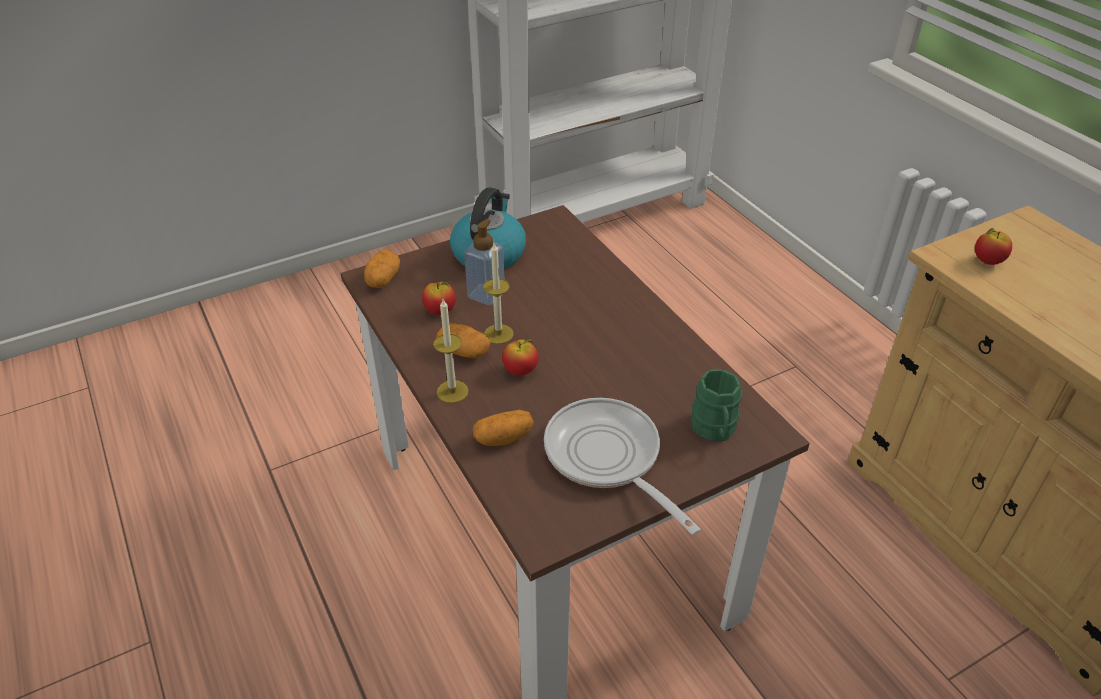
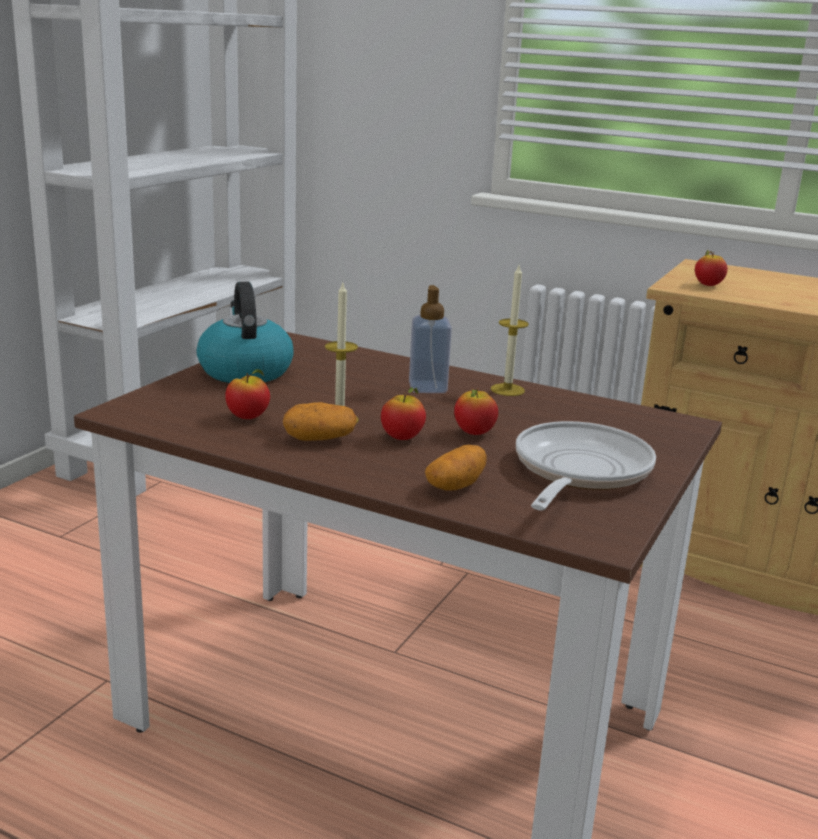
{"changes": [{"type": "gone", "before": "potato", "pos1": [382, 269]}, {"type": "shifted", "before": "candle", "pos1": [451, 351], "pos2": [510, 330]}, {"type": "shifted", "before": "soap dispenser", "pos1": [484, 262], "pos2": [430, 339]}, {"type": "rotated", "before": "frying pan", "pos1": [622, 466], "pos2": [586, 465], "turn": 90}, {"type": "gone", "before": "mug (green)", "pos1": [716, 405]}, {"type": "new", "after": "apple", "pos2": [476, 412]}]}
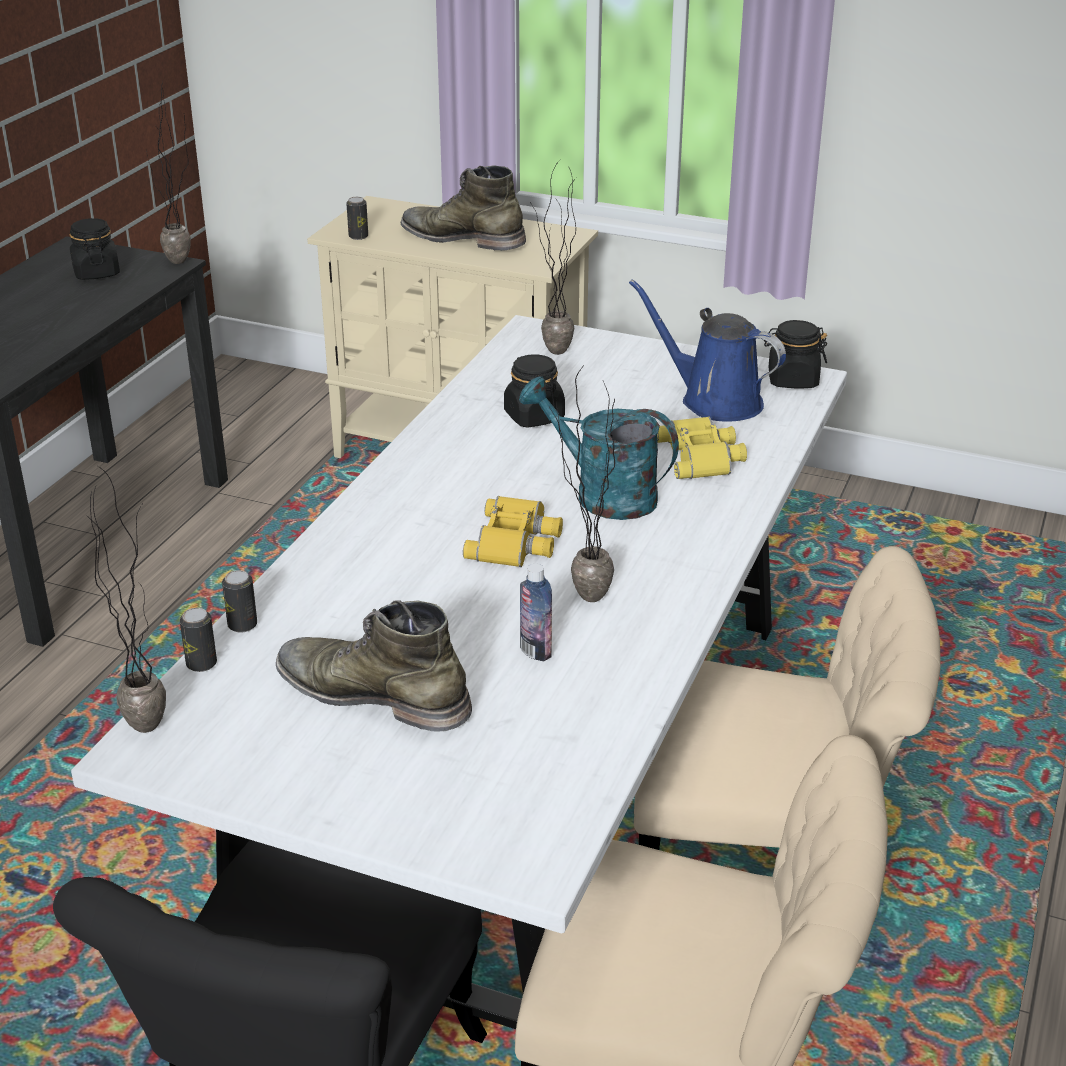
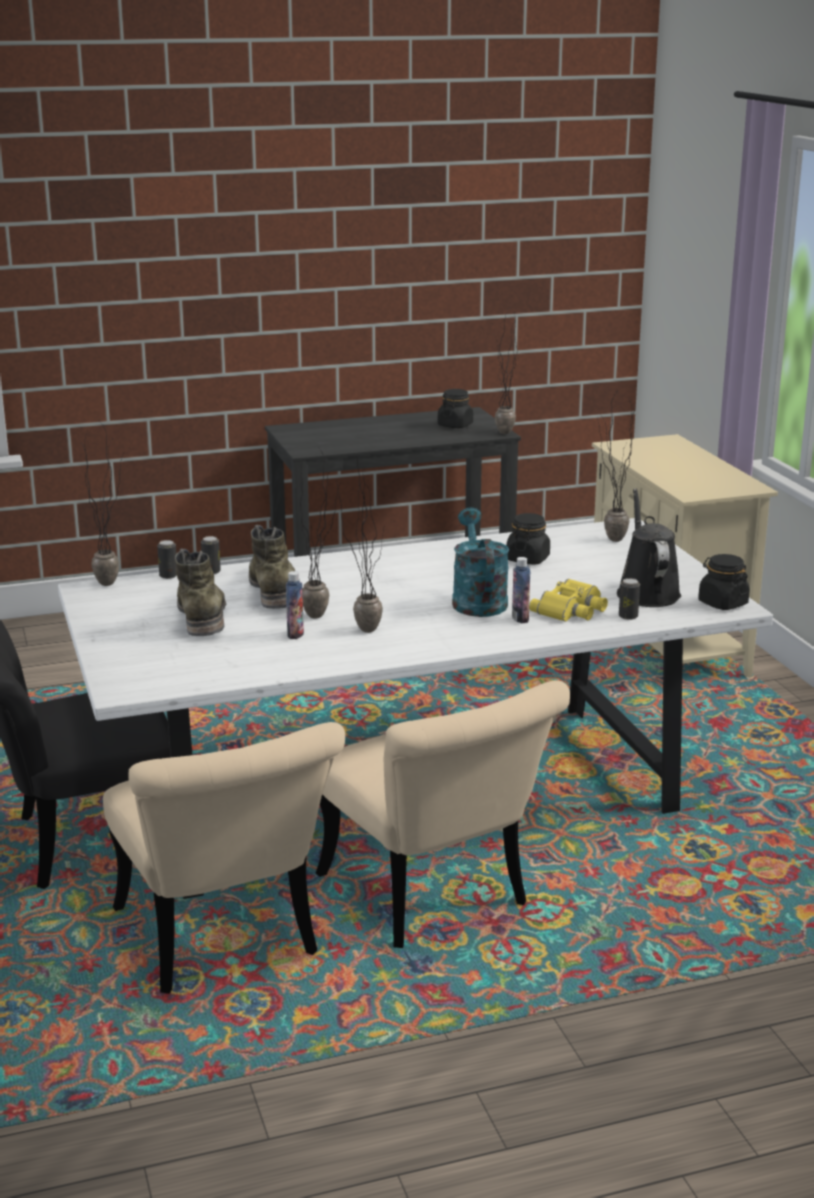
{"changes": [{"type": "shifted", "before": "can", "pos1": [357, 218], "pos2": [629, 599]}, {"type": "shifted", "before": "boot (green)", "pos1": [463, 208], "pos2": [272, 567]}, {"type": "gone", "before": "binoculars (yellow)", "pos1": [513, 531]}, {"type": "repainted", "before": "watering can (blue)", "after": "watering can (black)", "pos1": [707, 350], "pos2": [649, 547]}, {"type": "new", "after": "potted plant", "pos2": [319, 532]}, {"type": "new", "after": "bottle", "pos2": [521, 590]}]}
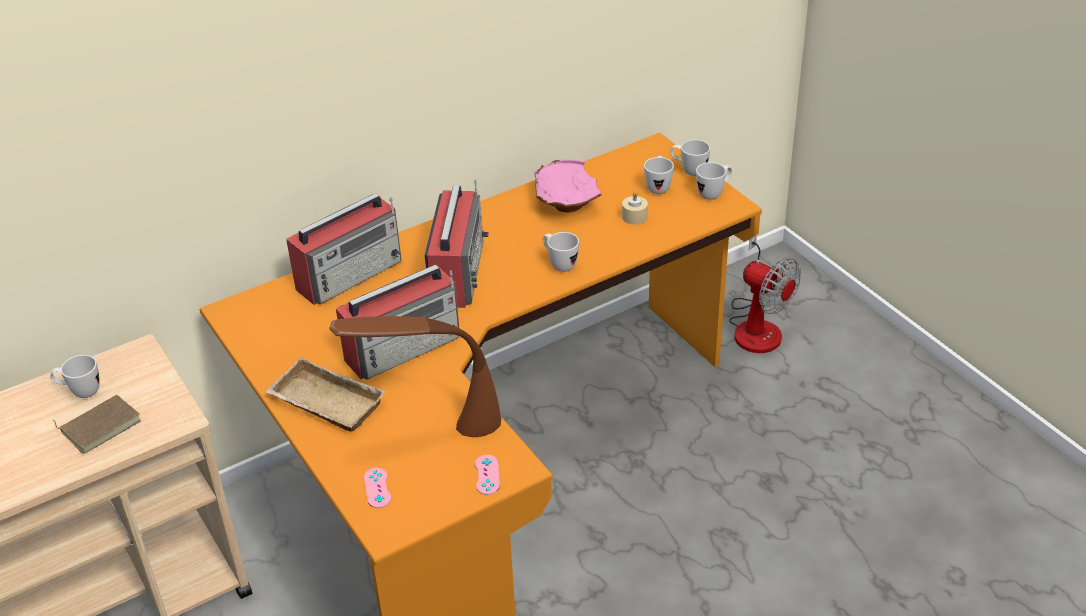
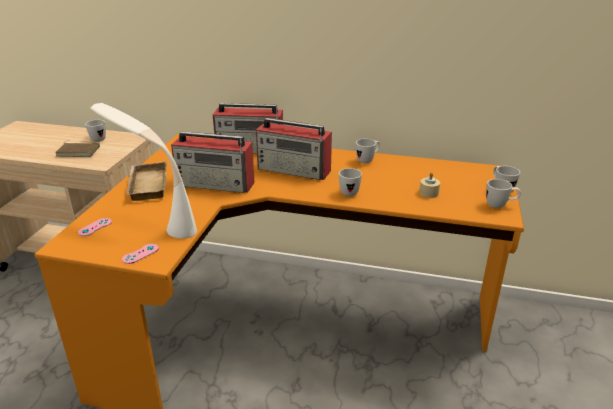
{"changes": [{"type": "repainted", "before": "table lamp (brown)", "after": "table lamp (white)", "pos1": [415, 376], "pos2": [144, 171]}, {"type": "rotated", "before": "radio", "pos1": [457, 243], "pos2": [294, 149], "turn": 60}, {"type": "gone", "before": "bowl (pink)", "pos1": [568, 185]}, {"type": "shifted", "before": "mug (white)", "pos1": [659, 175], "pos2": [368, 150]}, {"type": "gone", "before": "fan", "pos1": [765, 294]}]}
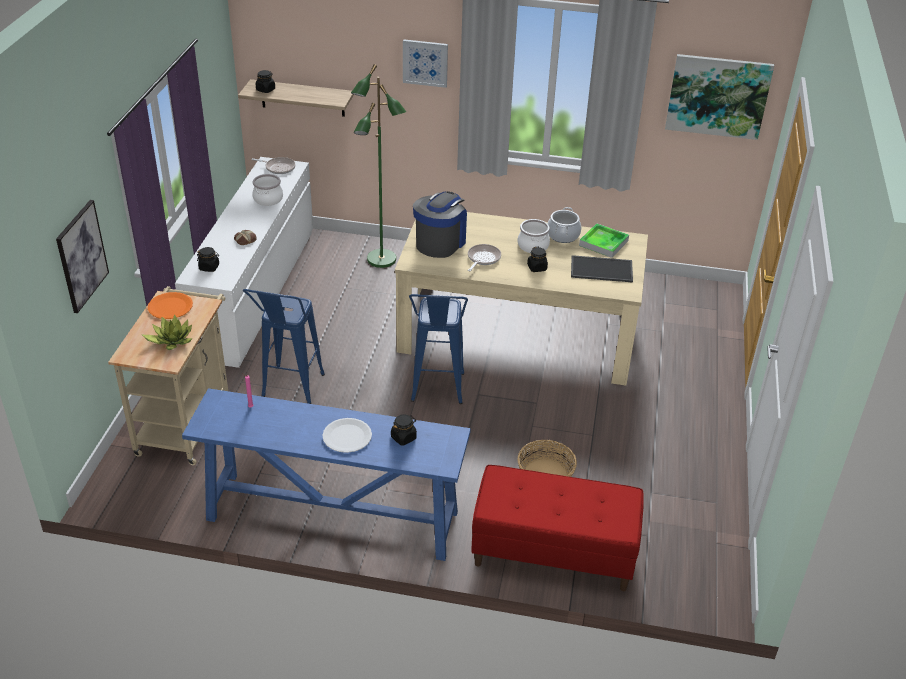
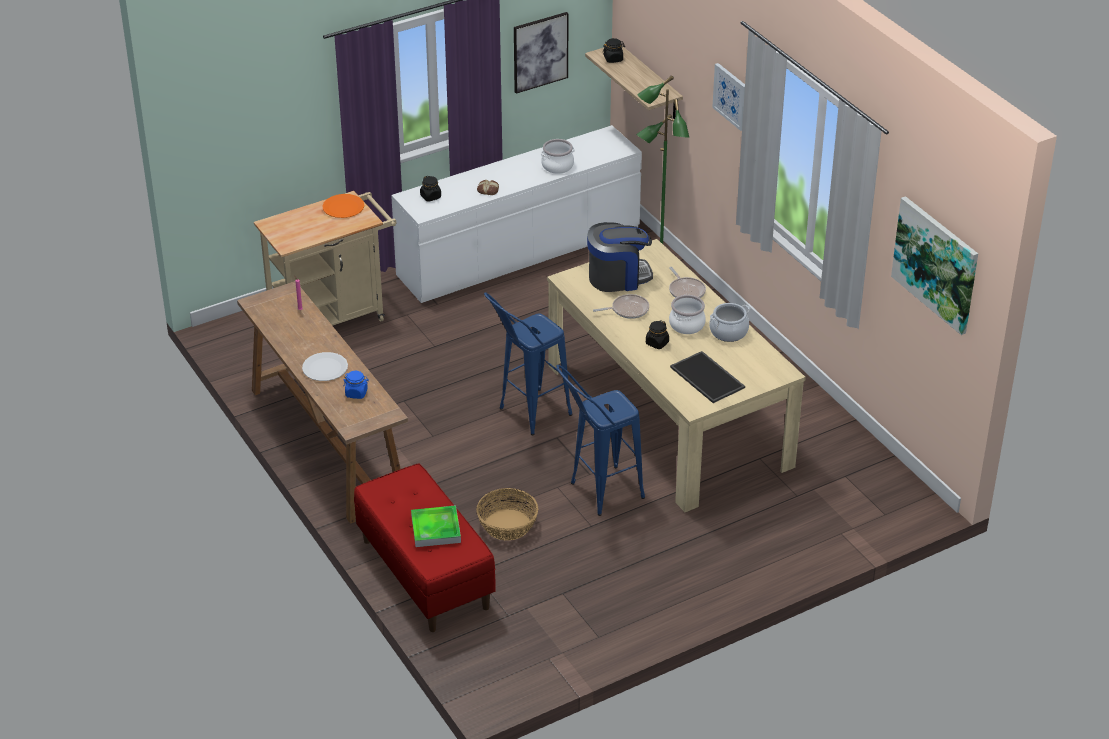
{"changes": [{"type": "shifted", "before": "picture", "pos1": [82, 256], "pos2": [541, 53]}, {"type": "gone", "before": "potted plant", "pos1": [167, 332]}, {"type": "repainted", "before": "console table (blue)", "after": "console table (brown)", "pos1": [326, 474], "pos2": [322, 402]}, {"type": "shifted", "before": "stool (blue)", "pos1": [284, 346], "pos2": [601, 440]}, {"type": "shifted", "before": "frying pan", "pos1": [274, 165], "pos2": [687, 282]}, {"type": "repainted", "before": "jar (black)", "after": "jar (blue)", "pos1": [404, 430], "pos2": [356, 385]}, {"type": "shifted", "before": "tray", "pos1": [604, 240], "pos2": [436, 526]}]}
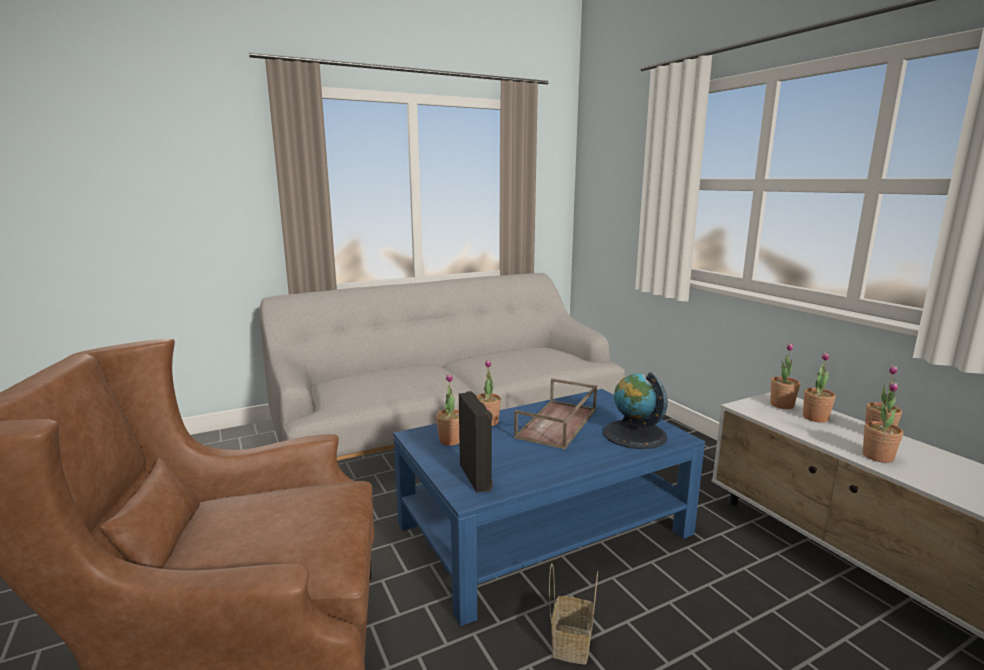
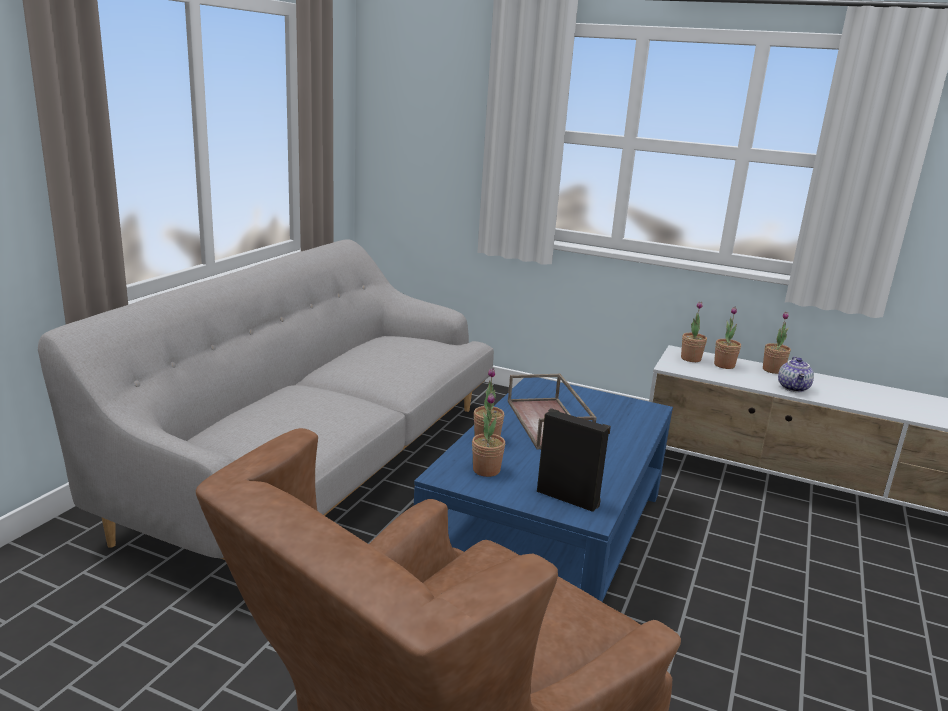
{"changes": [{"type": "gone", "before": "basket", "pos1": [573, 614]}, {"type": "gone", "before": "globe", "pos1": [635, 410]}, {"type": "swapped", "before": "potted plant", "after": "teapot", "pos1": [883, 422], "pos2": [796, 374]}]}
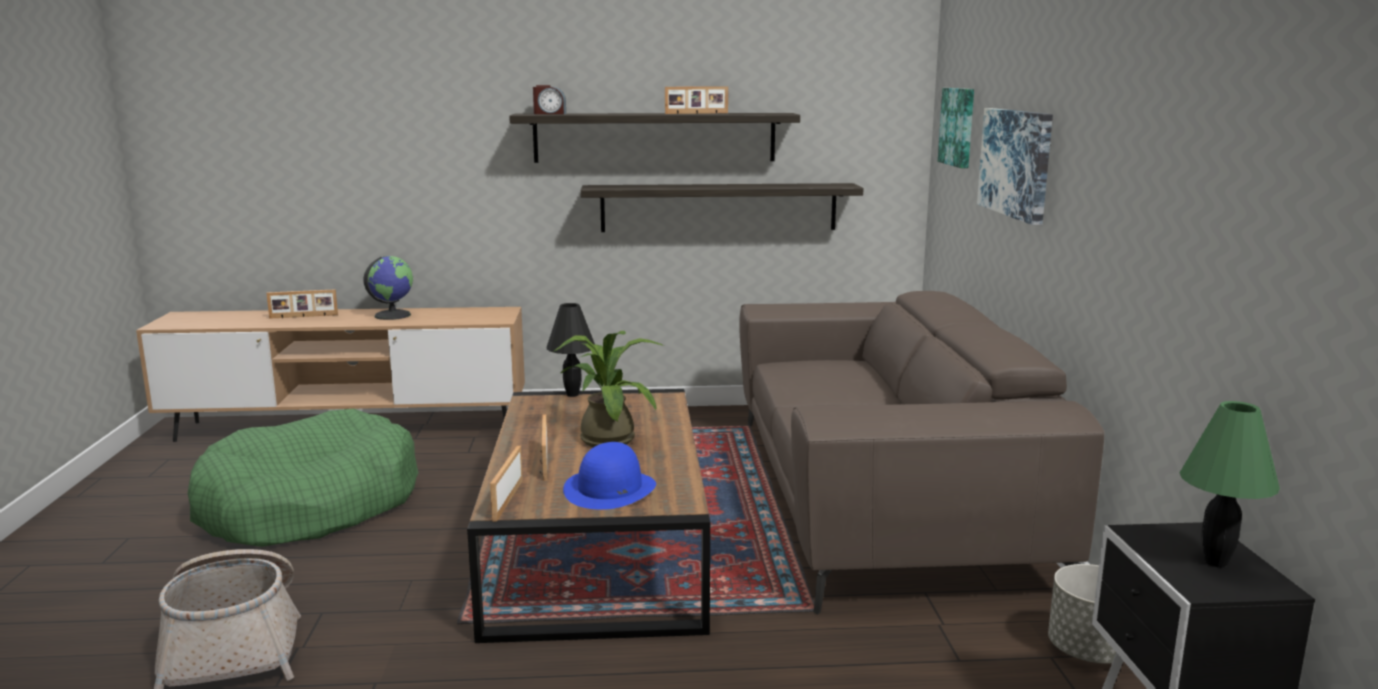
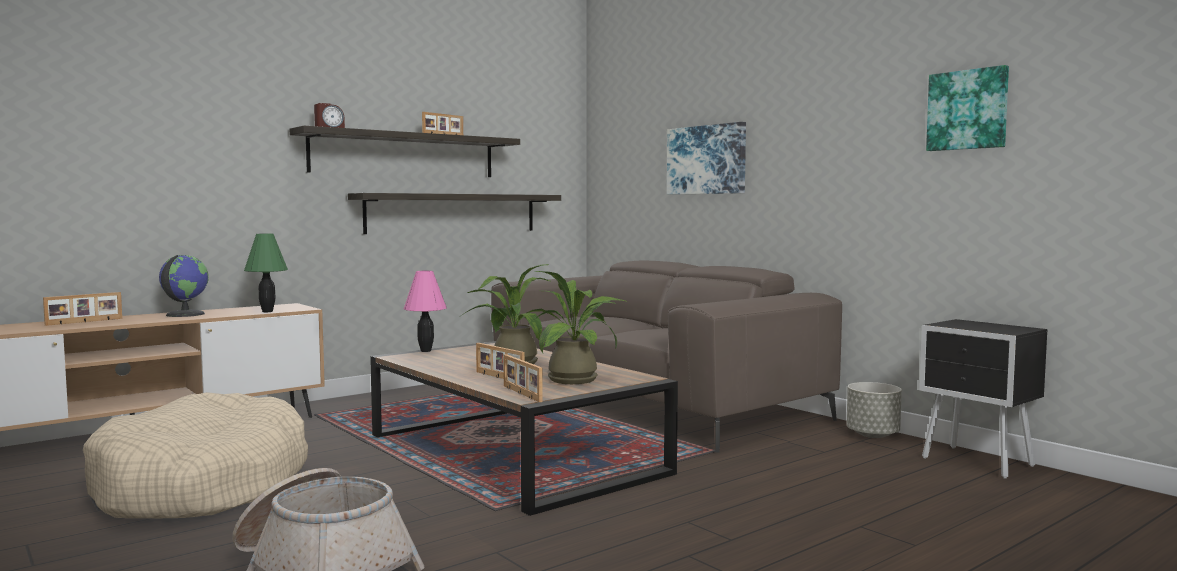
{"changes": [{"type": "repainted", "before": "dog bed (green)", "after": "dog bed (beige)", "pos1": [303, 478], "pos2": [195, 455]}, {"type": "repainted", "before": "table lamp (black)", "after": "table lamp (pink)", "pos1": [571, 350], "pos2": [425, 311]}, {"type": "swapped", "before": "hat (blue)", "after": "potted plant", "pos1": [609, 476], "pos2": [581, 327]}, {"type": "shifted", "before": "picture", "pos1": [956, 128], "pos2": [967, 108]}, {"type": "shifted", "before": "table lamp (green)", "pos1": [1229, 484], "pos2": [266, 272]}]}
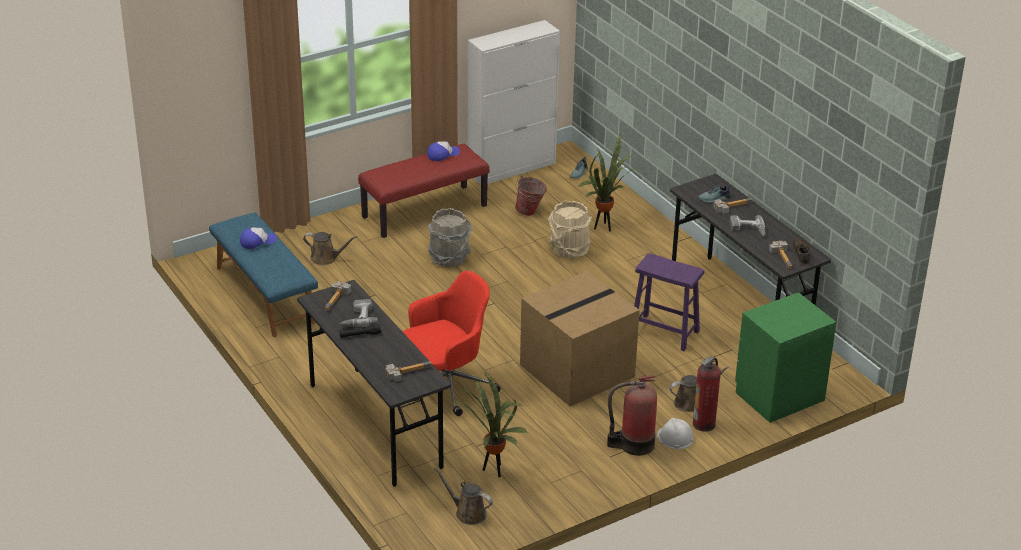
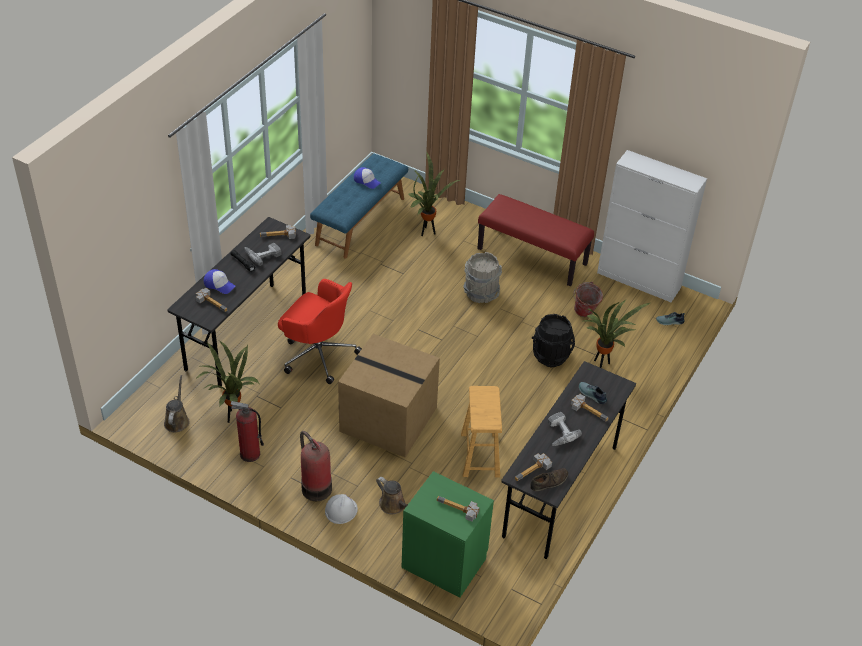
{"changes": [{"type": "swapped", "before": "watering can (brown)", "after": "potted plant", "pos1": [330, 249], "pos2": [434, 193]}, {"type": "shifted", "before": "cap", "pos1": [443, 151], "pos2": [220, 281]}, {"type": "repainted", "before": "bucket (beige)", "after": "bucket (black)", "pos1": [570, 230], "pos2": [553, 341]}, {"type": "repainted", "before": "stool (purple)", "after": "stool (brown)", "pos1": [669, 302], "pos2": [481, 432]}, {"type": "shifted", "before": "fire extinguisher", "pos1": [707, 394], "pos2": [247, 431]}, {"type": "new", "after": "hammer", "pos2": [458, 509]}]}
